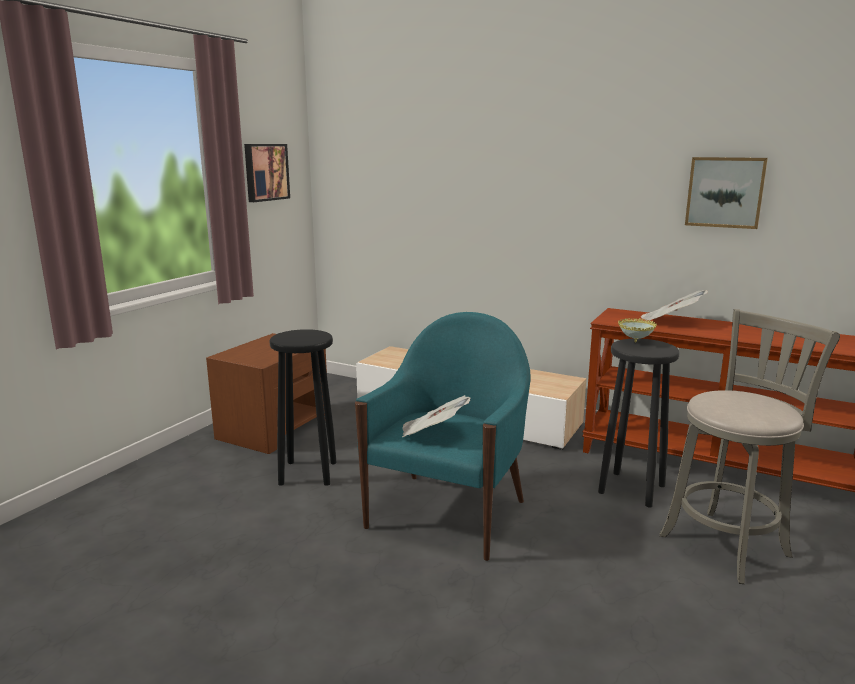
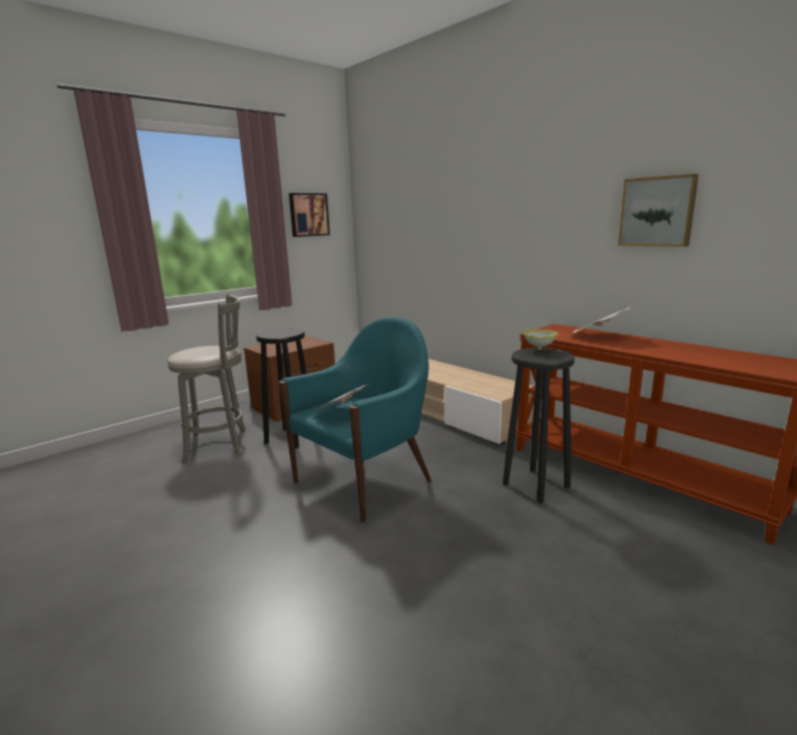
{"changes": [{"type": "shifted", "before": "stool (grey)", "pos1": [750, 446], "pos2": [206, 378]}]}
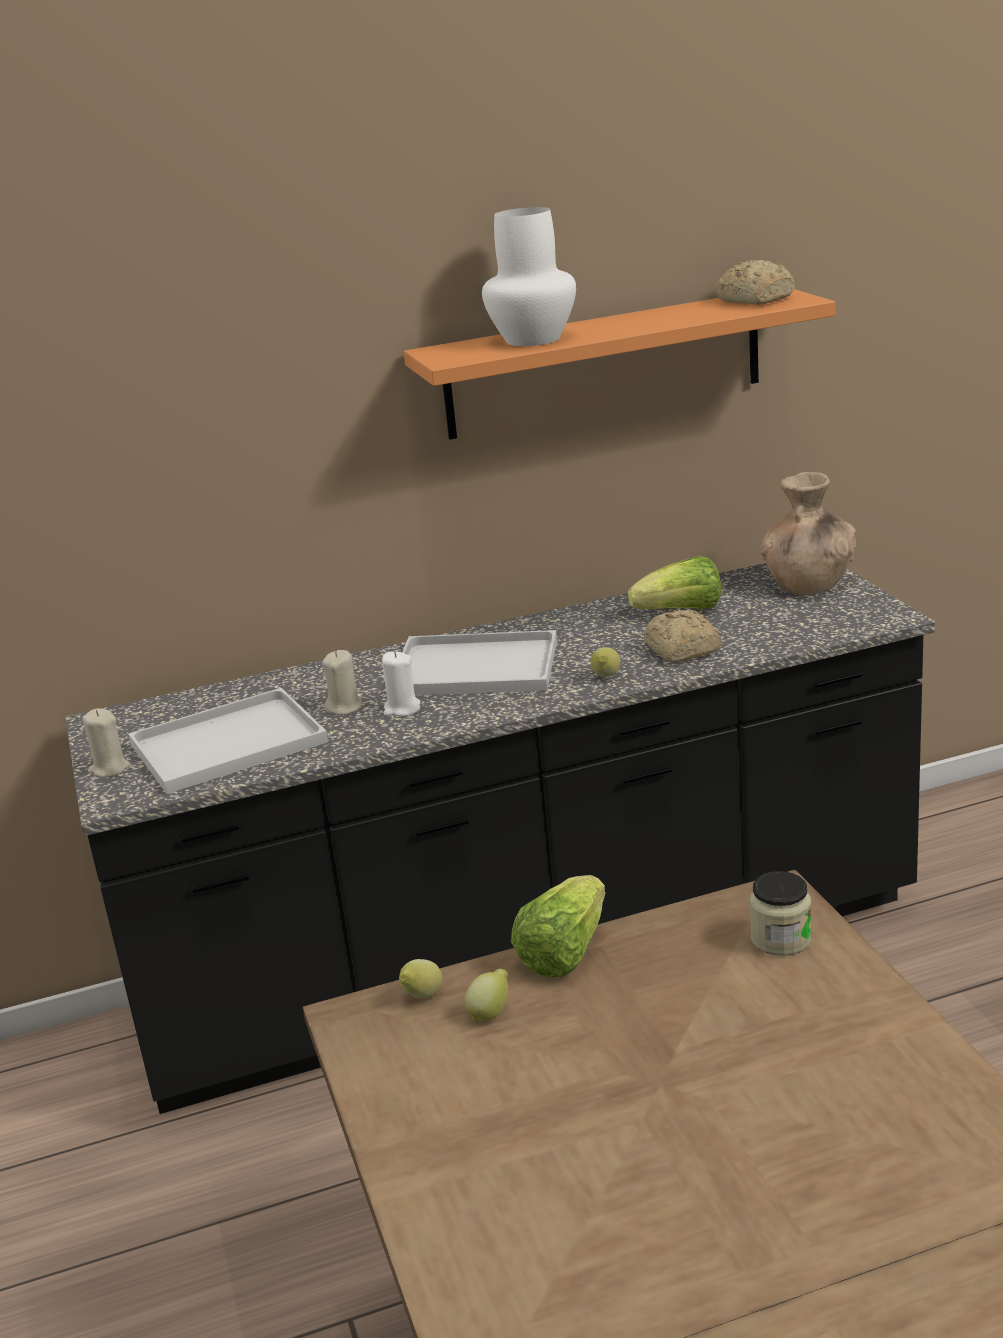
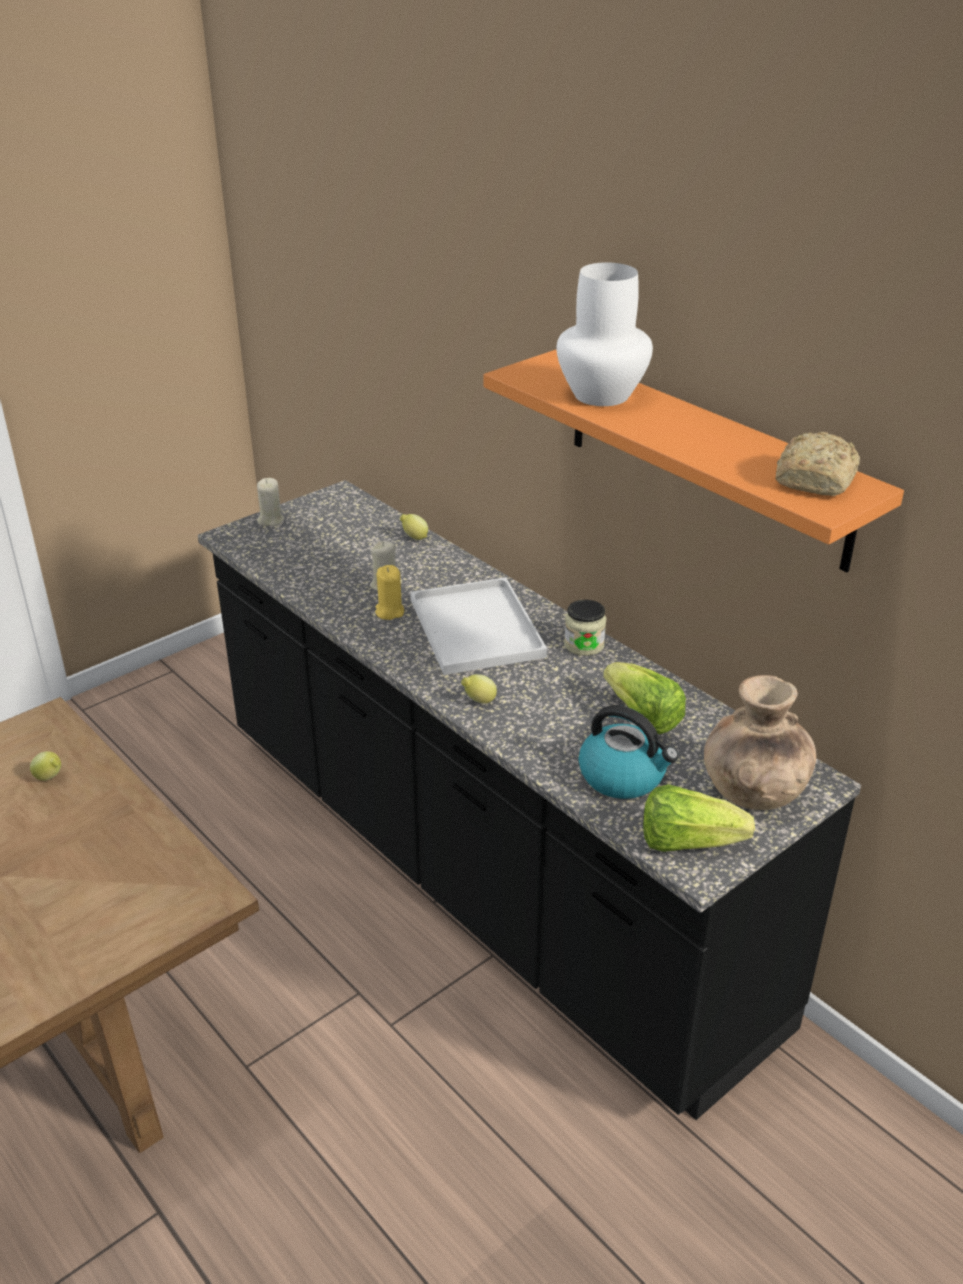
{"changes": [{"type": "gone", "before": "tray (white)", "pos1": [228, 741]}, {"type": "repainted", "before": "candle (white)", "after": "candle (yellow)", "pos1": [401, 683], "pos2": [389, 592]}, {"type": "shifted", "before": "lemon", "pos1": [421, 978], "pos2": [414, 527]}, {"type": "shifted", "before": "lettuce", "pos1": [558, 926], "pos2": [699, 818]}, {"type": "gone", "before": "bread", "pos1": [683, 635]}, {"type": "shifted", "before": "jar", "pos1": [780, 913], "pos2": [585, 628]}, {"type": "new", "after": "kettle", "pos2": [628, 752]}]}
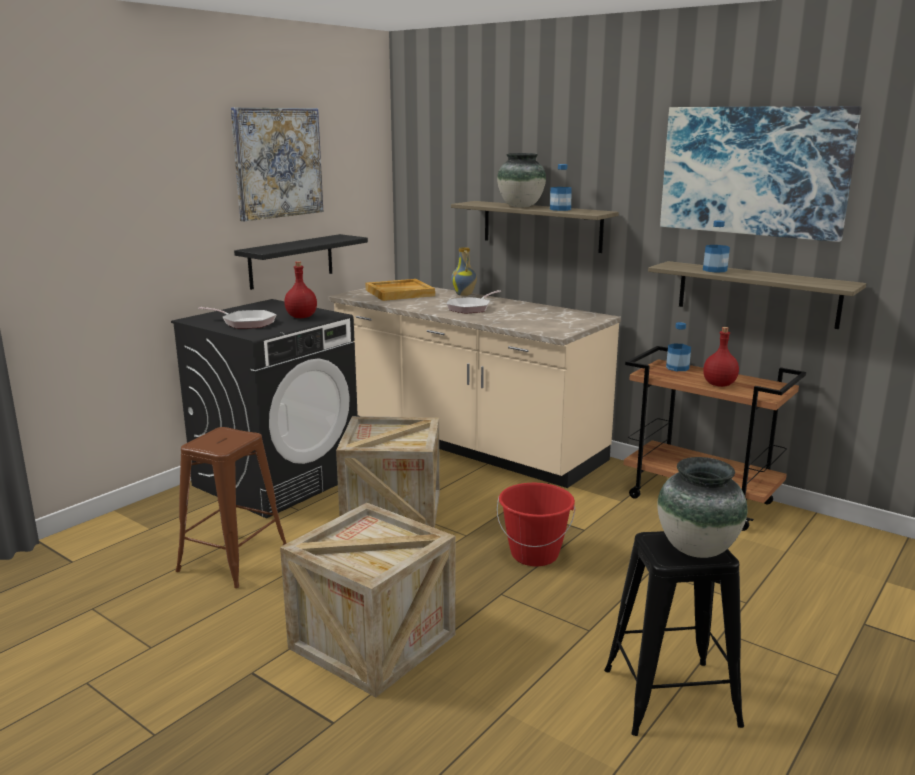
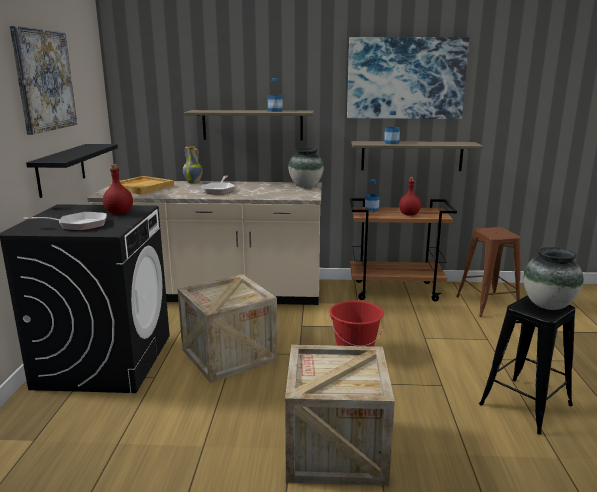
{"changes": [{"type": "shifted", "before": "stool (brown)", "pos1": [231, 507], "pos2": [488, 272]}, {"type": "shifted", "before": "vase", "pos1": [521, 180], "pos2": [306, 168]}]}
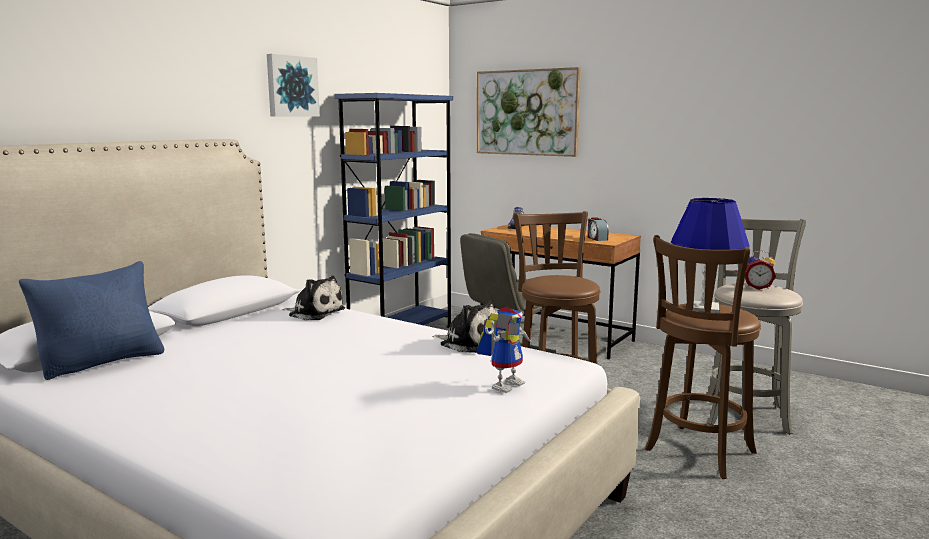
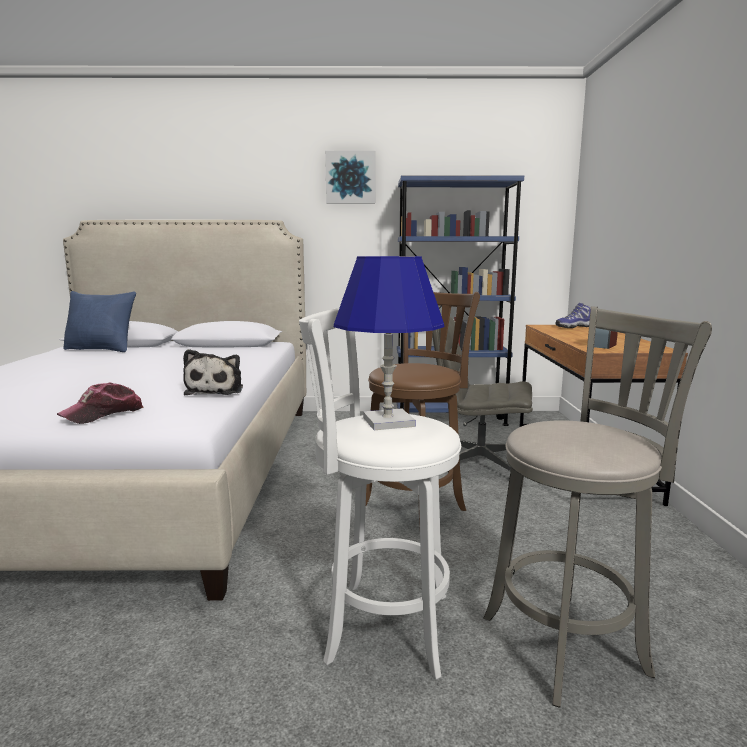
{"changes": [{"type": "gone", "before": "plush toy", "pos1": [313, 298]}, {"type": "gone", "before": "picture", "pos1": [529, 112]}, {"type": "swapped", "before": "toy robot", "after": "cap", "pos1": [504, 350], "pos2": [100, 403]}, {"type": "repainted", "before": "stool (brown)", "after": "stool (white)", "pos1": [703, 357], "pos2": [380, 494]}, {"type": "gone", "before": "alarm clock", "pos1": [760, 270]}]}
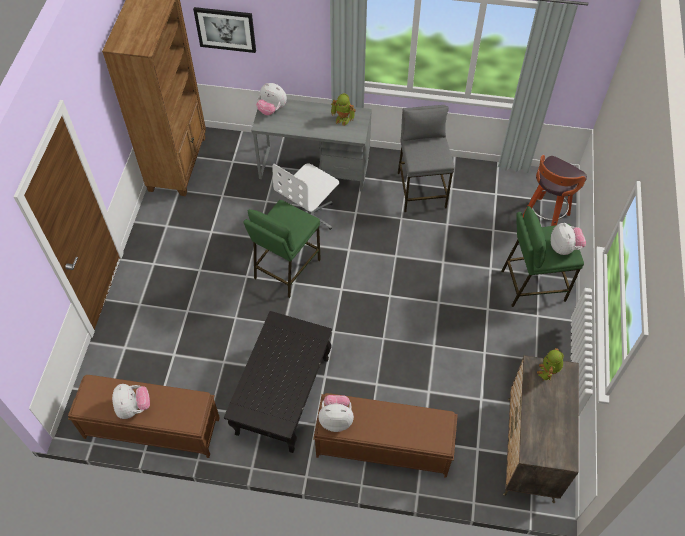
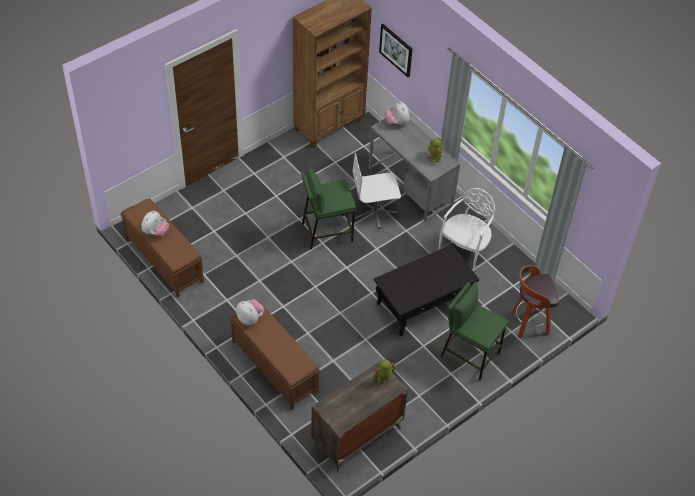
{"changes": [{"type": "shifted", "before": "coffee table (black)", "pos1": [278, 382], "pos2": [426, 290]}, {"type": "swapped", "before": "stool (grey)", "after": "chair (white)", "pos1": [426, 158], "pos2": [466, 228]}, {"type": "gone", "before": "plush toy", "pos1": [568, 239]}]}
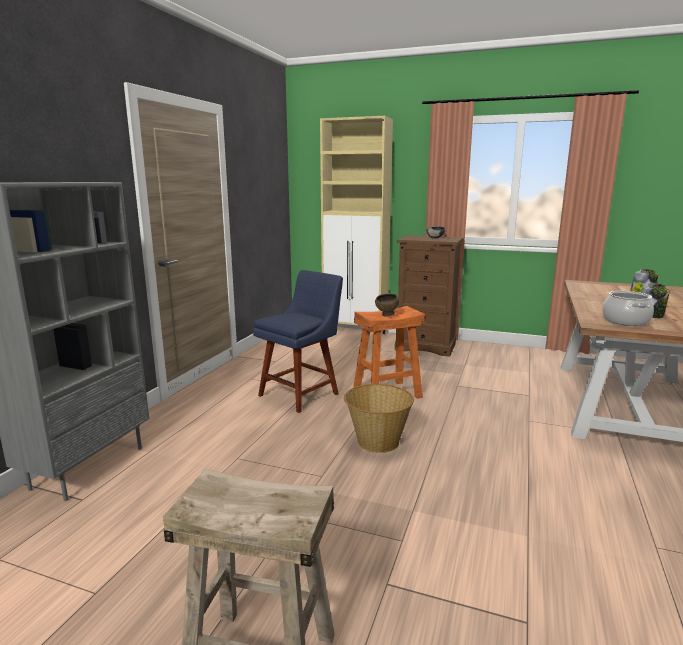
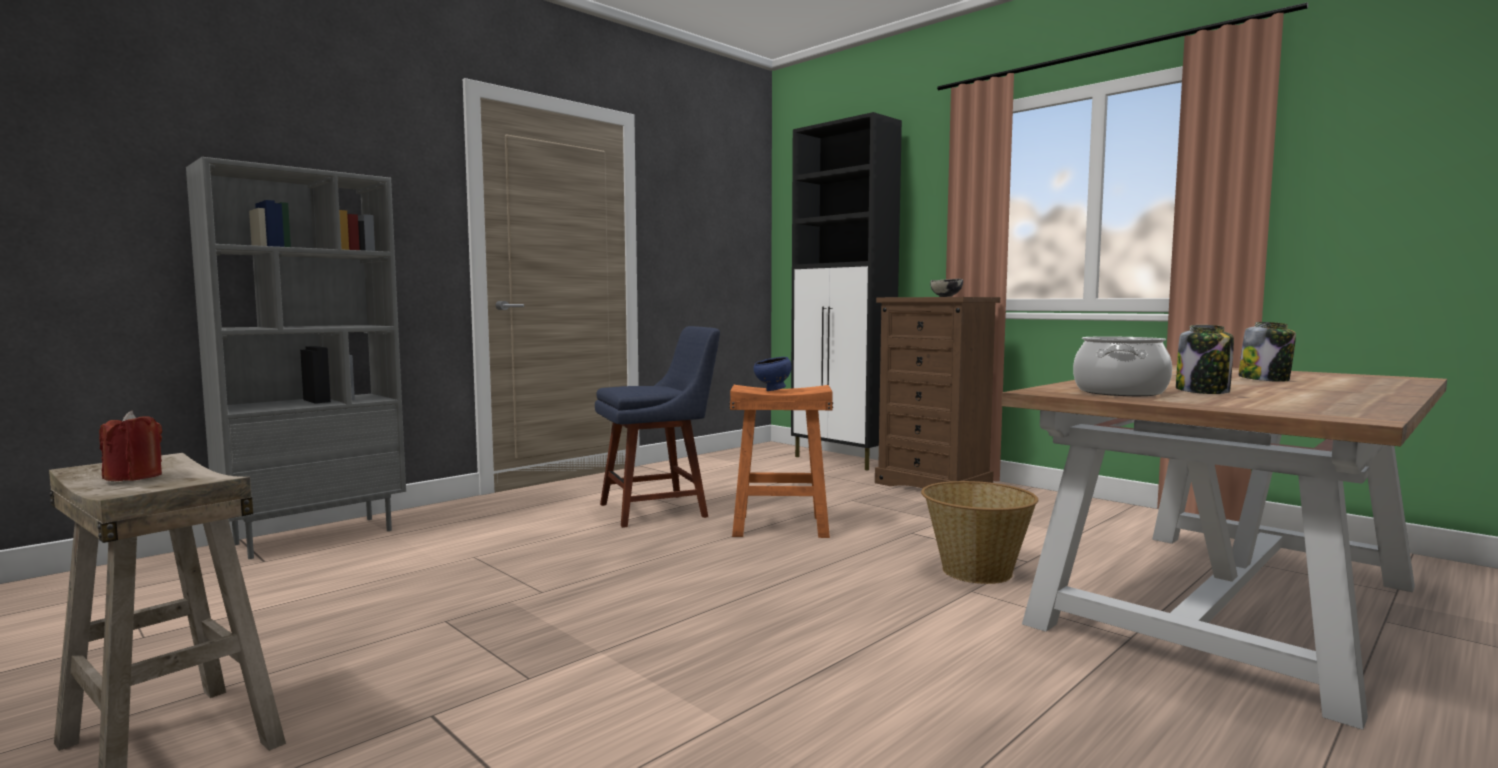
{"changes": [{"type": "repainted", "before": "cabinet (beige)", "after": "cabinet (black)", "pos1": [356, 225], "pos2": [846, 291]}, {"type": "shifted", "before": "basket", "pos1": [379, 418], "pos2": [979, 532]}, {"type": "repainted", "before": "bowl (brown)", "after": "bowl (blue)", "pos1": [387, 305], "pos2": [772, 374]}, {"type": "new", "after": "candle (red)", "pos2": [130, 446]}]}
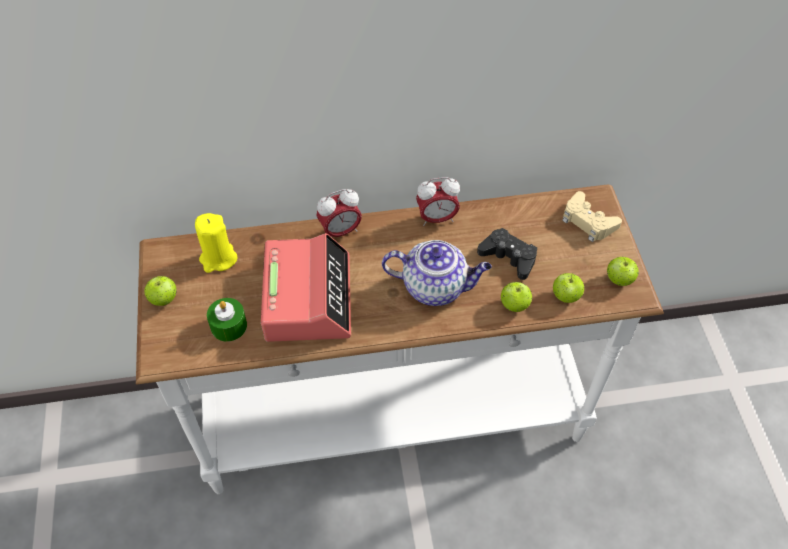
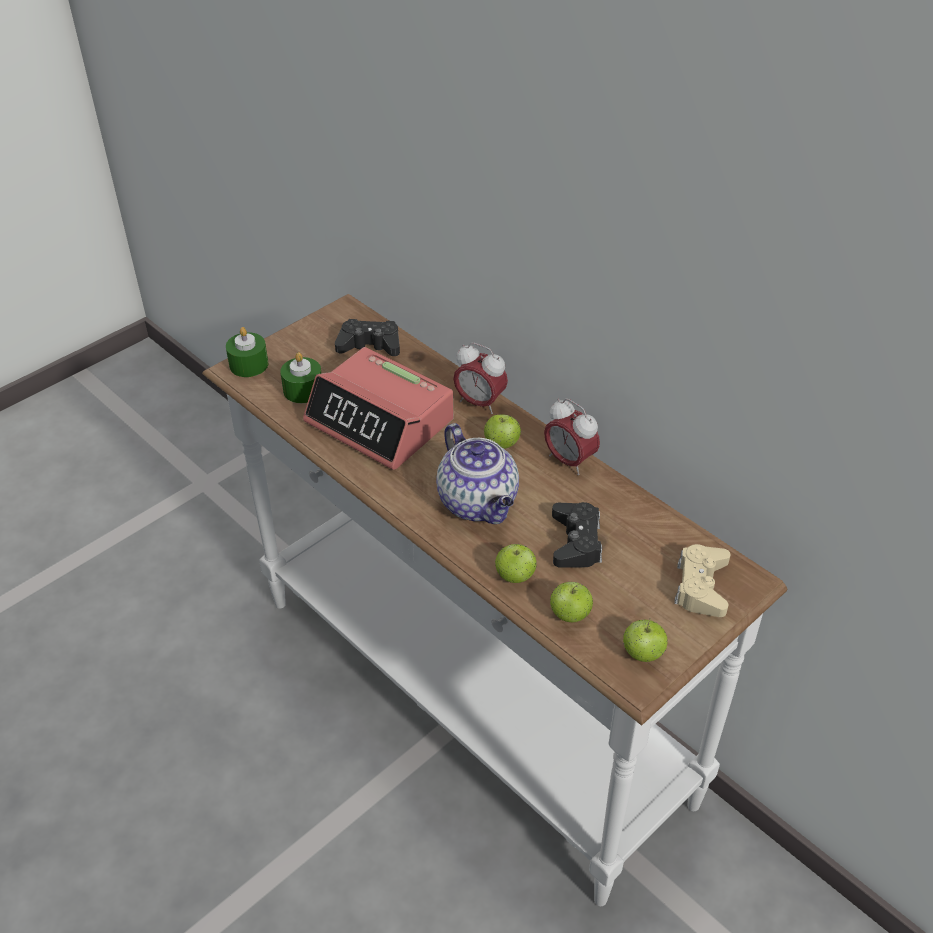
{"changes": [{"type": "shifted", "before": "apple", "pos1": [160, 291], "pos2": [502, 431]}, {"type": "swapped", "before": "candle (yellow)", "after": "game controller (black)", "pos1": [216, 243], "pos2": [367, 337]}, {"type": "rotated", "before": "alarm clock", "pos1": [306, 287], "pos2": [378, 408], "turn": 75}, {"type": "new", "after": "candle (green)", "pos2": [247, 352]}]}
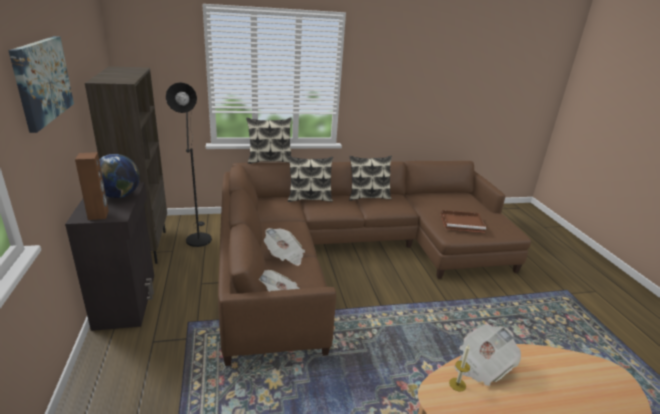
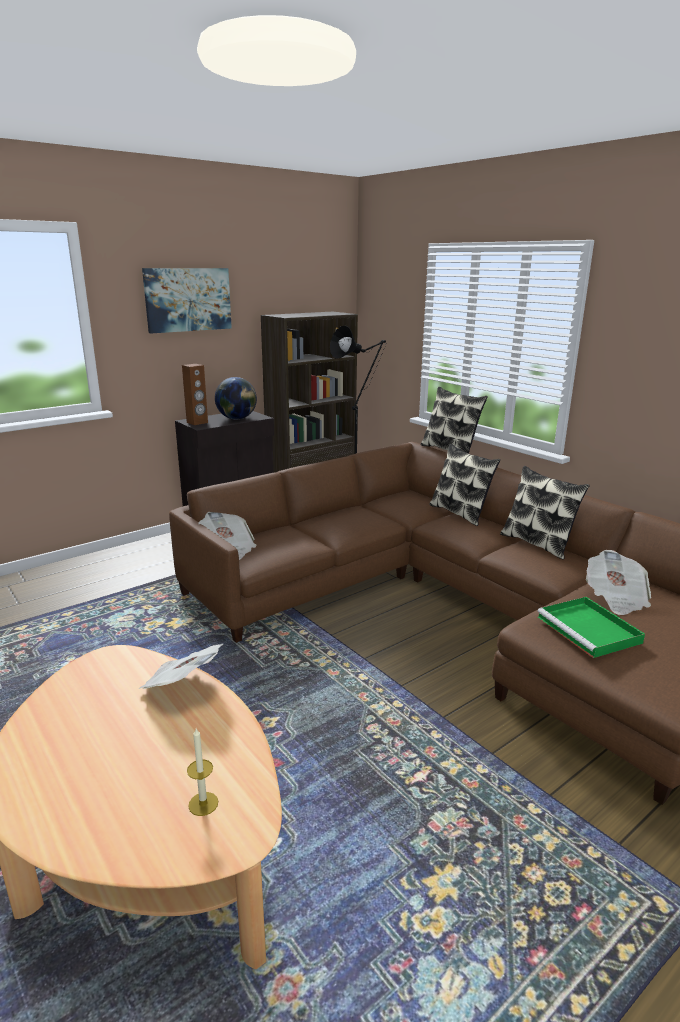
{"changes": [{"type": "shifted", "before": "newspaper", "pos1": [284, 247], "pos2": [618, 582]}, {"type": "repainted", "before": "tray (brown)", "after": "tray (green)", "pos1": [463, 221], "pos2": [591, 627]}, {"type": "shifted", "before": "candle", "pos1": [459, 368], "pos2": [202, 772]}]}
